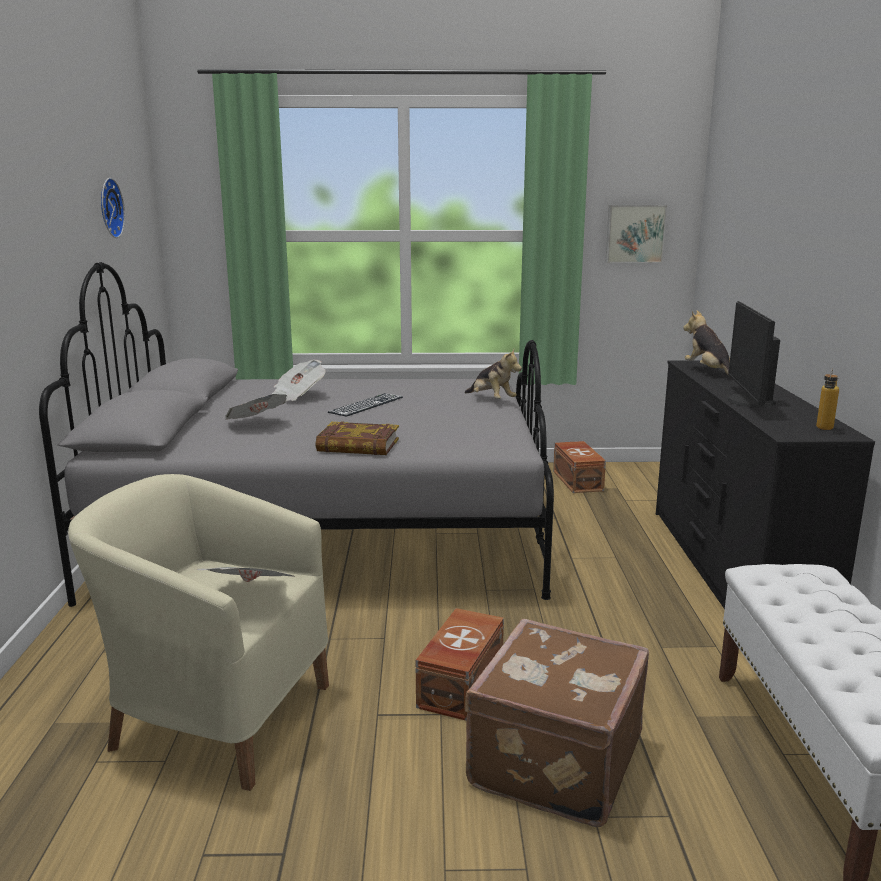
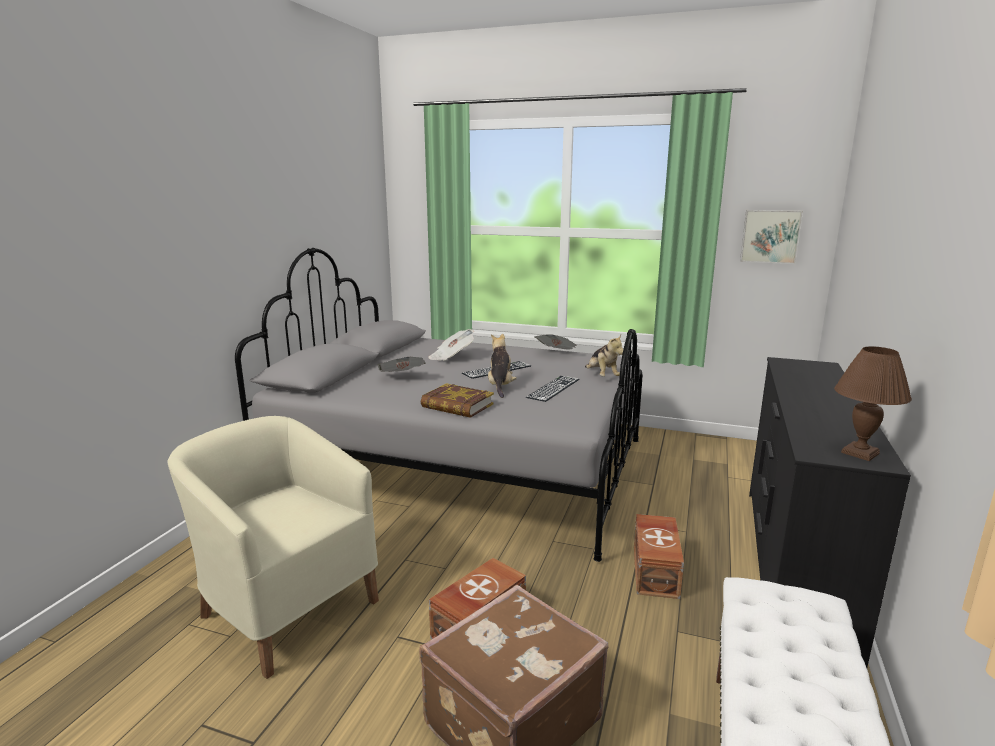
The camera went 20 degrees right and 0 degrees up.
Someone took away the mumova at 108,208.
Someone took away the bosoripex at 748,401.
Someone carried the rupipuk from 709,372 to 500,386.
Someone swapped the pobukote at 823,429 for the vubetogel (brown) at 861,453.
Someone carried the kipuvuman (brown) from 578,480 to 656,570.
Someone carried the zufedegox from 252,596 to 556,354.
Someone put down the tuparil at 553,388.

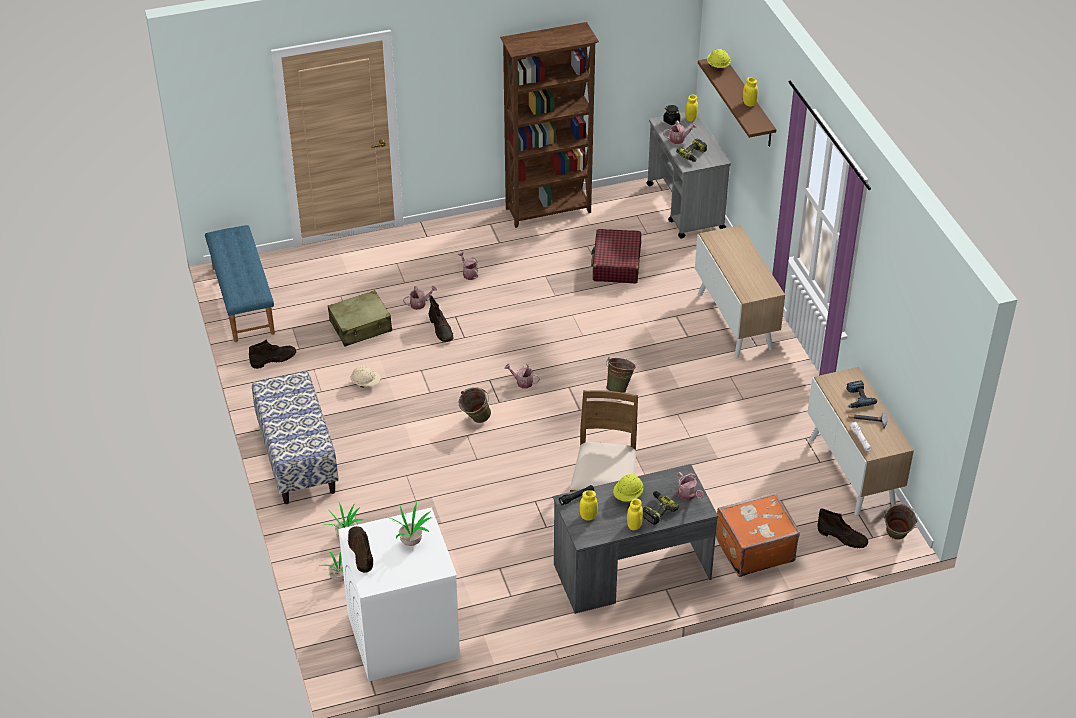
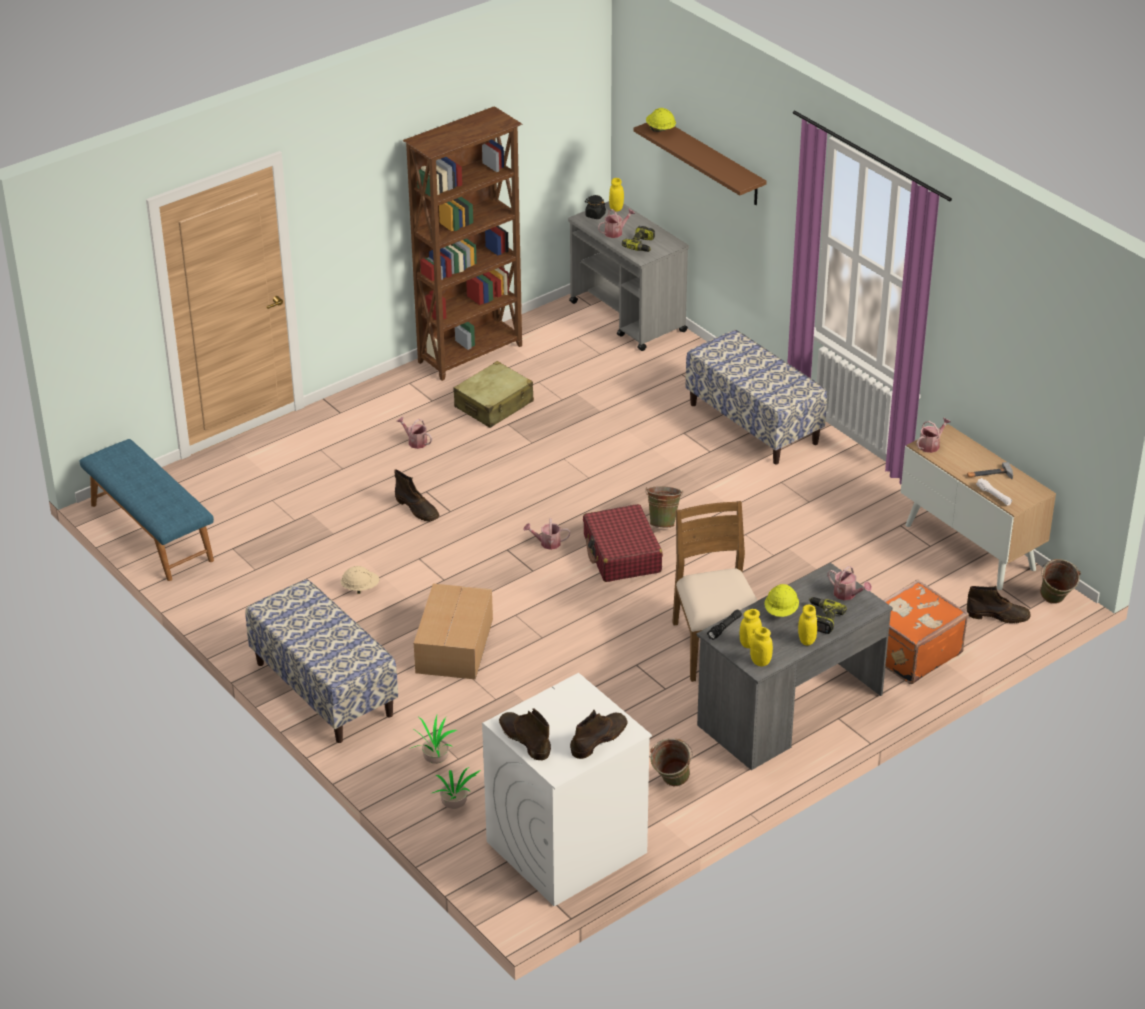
The camera went 20 degrees left and 5 degrees down.
Someone carried the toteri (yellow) from 749,103 to 760,662.
Someone swapped the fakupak at 735,321 for the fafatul at 754,423.
Someone carried the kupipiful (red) from 616,264 to 622,554.
Someone carried the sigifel from 420,304 to 931,445.
Someone carried the kupipiful (beige) from 361,326 to 494,405.
Someone carried the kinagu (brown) from 273,359 to 599,739.
Someone took away the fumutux at 857,398.
Someone carried the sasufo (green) from 475,420 to 670,784.
Someone took away the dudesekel at 411,541.
Someone put down the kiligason at 453,646.

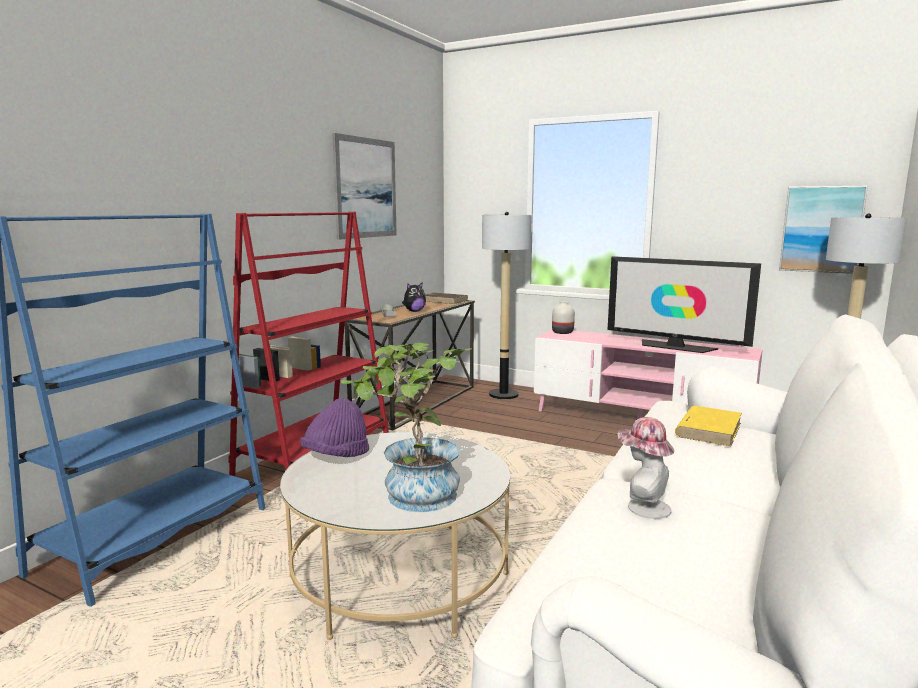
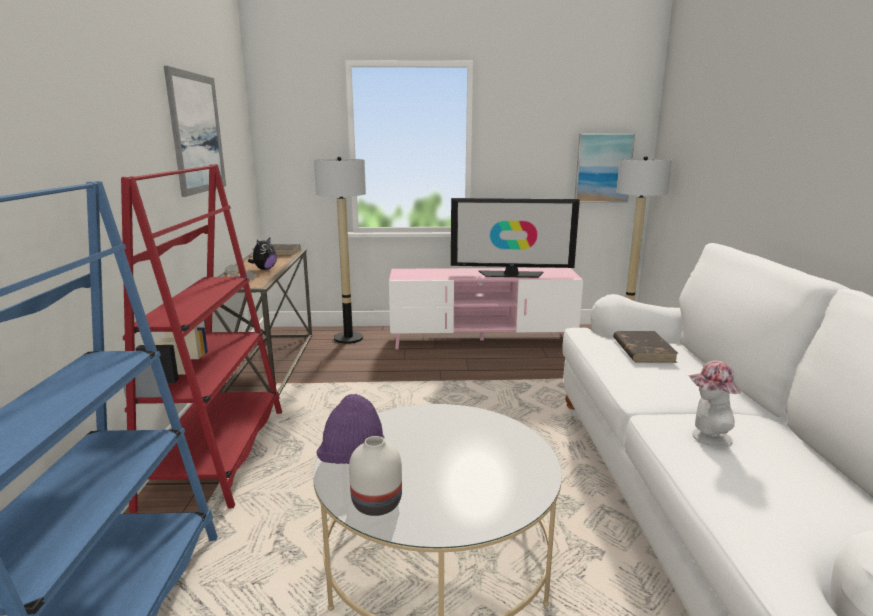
The camera went 30 degrees left and 5 degrees up.
Someone carried the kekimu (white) from 563,332 to 377,502.
Someone took away the dudesekel at 412,498.
Someone repainted the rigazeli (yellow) at 708,429, which became the rigazeli (brown) at 643,350.

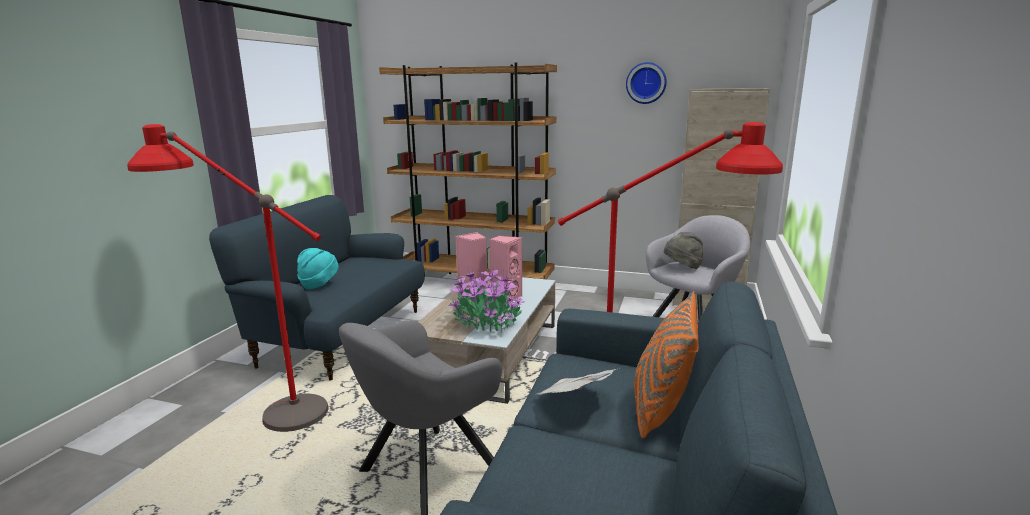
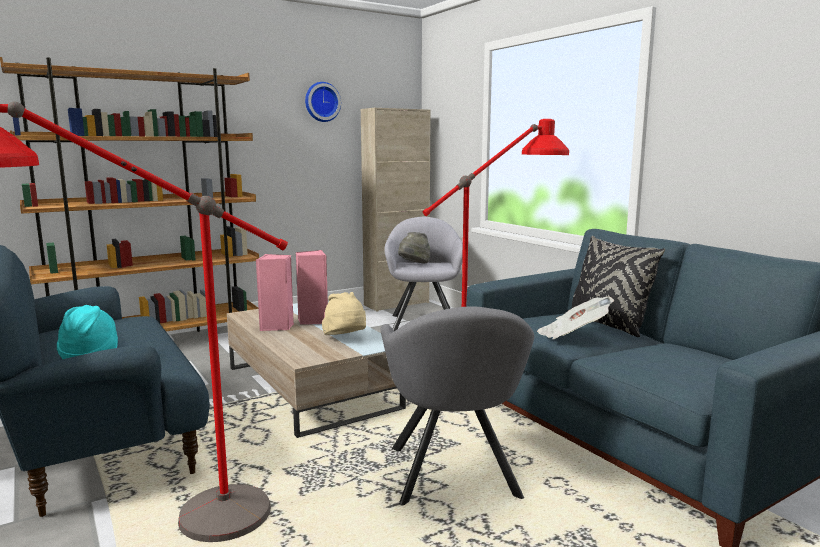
The camera went 50 degrees left and 5 degrees down.
Someone swapped the dudesekel at 486,322 for the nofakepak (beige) at 346,338.
Someone repainted the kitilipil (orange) at 661,409, which became the kitilipil (black) at 608,325.

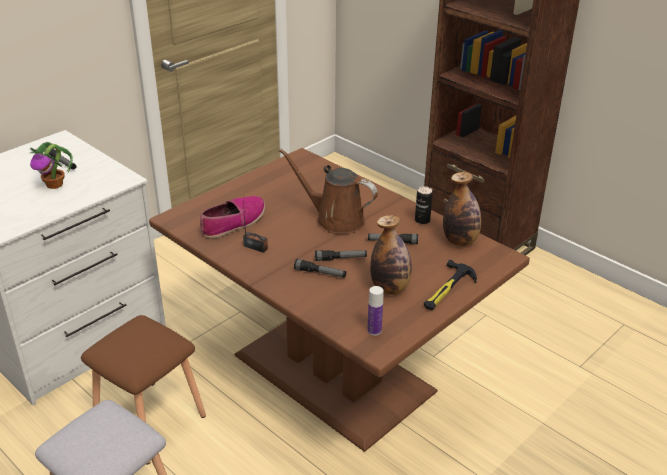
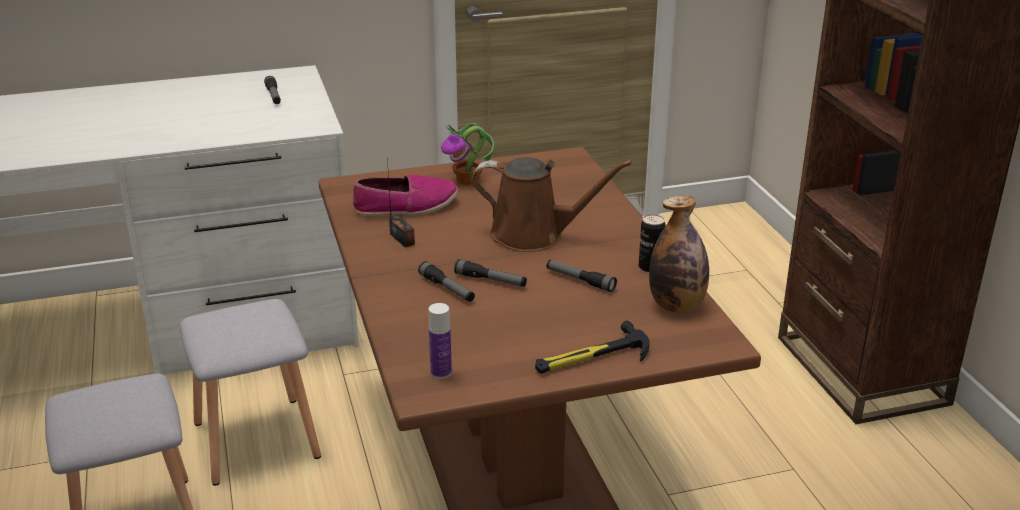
The camera went 30 degrees right and 5 degrees down.
Someone carried the dudesekel from 55,184 to 468,180.
Someone rotated the sigifel (brown) at 335,219 by 135 degrees clockwise.
Someone took away the pobukote at 390,288.
Someone repainted the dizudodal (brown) at 148,420, which became the dizudodal (grey) at 254,439.

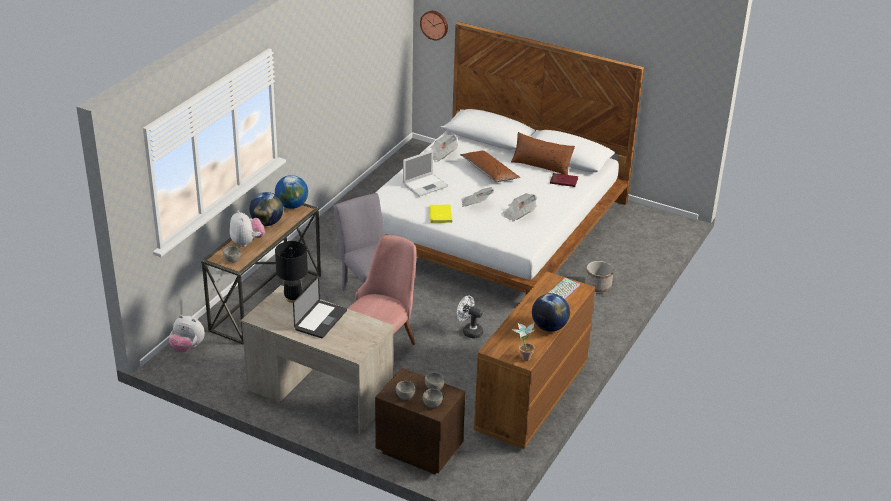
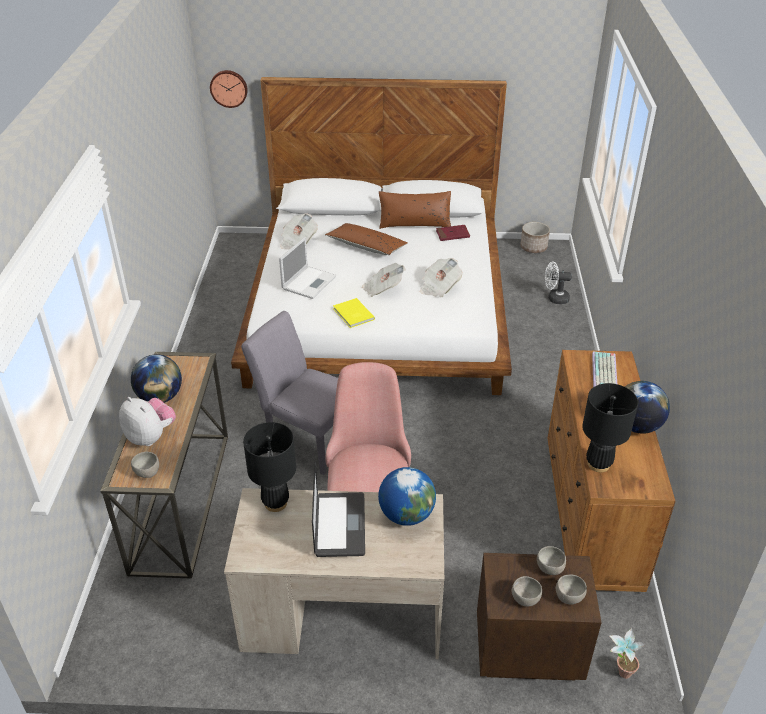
The camera went 25 degrees left and 5 degrees up.
Someone carried the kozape from 292,206 to 406,515.
Someone carried the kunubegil from 598,286 to 533,247.
Someone carried the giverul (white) from 469,331 to 554,298.
Someone took away the rupipuk at 187,347.
Someone carried the dudesekel from 523,356 to 619,672.
Someone put down the vubetogel (black) at 598,464.

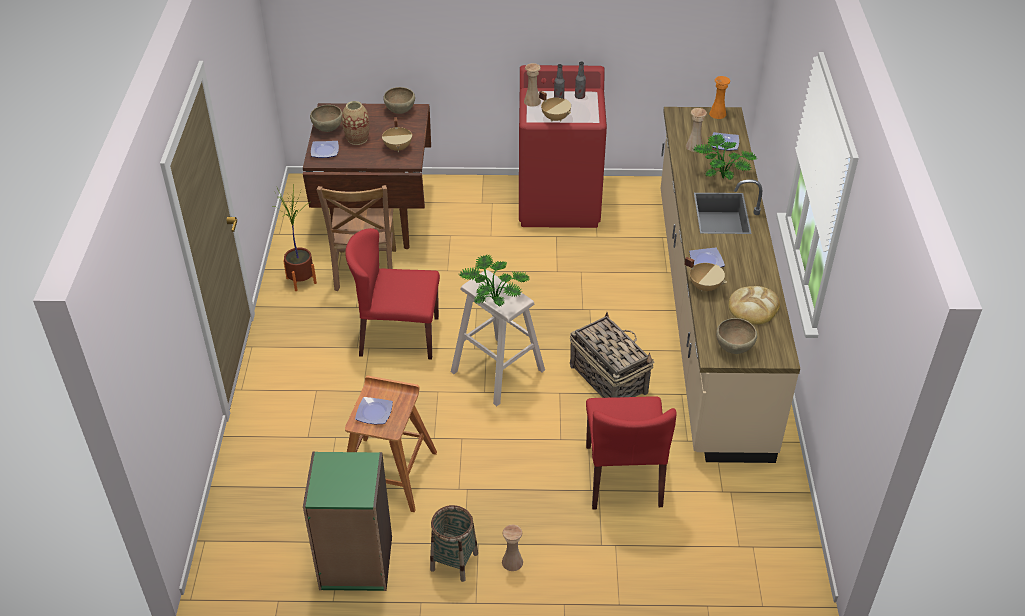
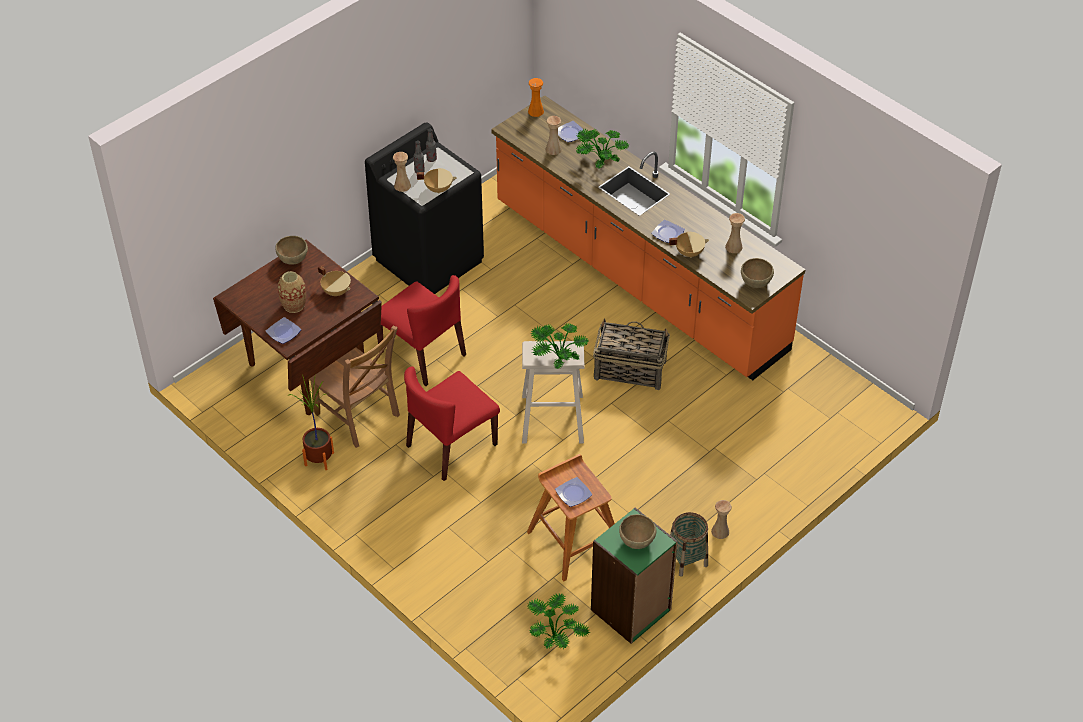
The camera went 45 degrees left and 5 degrees up.
Someone repainted the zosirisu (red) at 559,203, which became the zosirisu (black) at 429,260.
Someone carried the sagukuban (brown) from 328,129 to 636,541.
Someone repainted the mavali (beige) at 708,316, which became the mavali (orange) at 638,277.
Someone swapped the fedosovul at 753,307 for the kekimu (beige) at 733,247.
Someone carried the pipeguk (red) from 623,476 to 423,353.
Someone put down the dudesekel at 555,635.

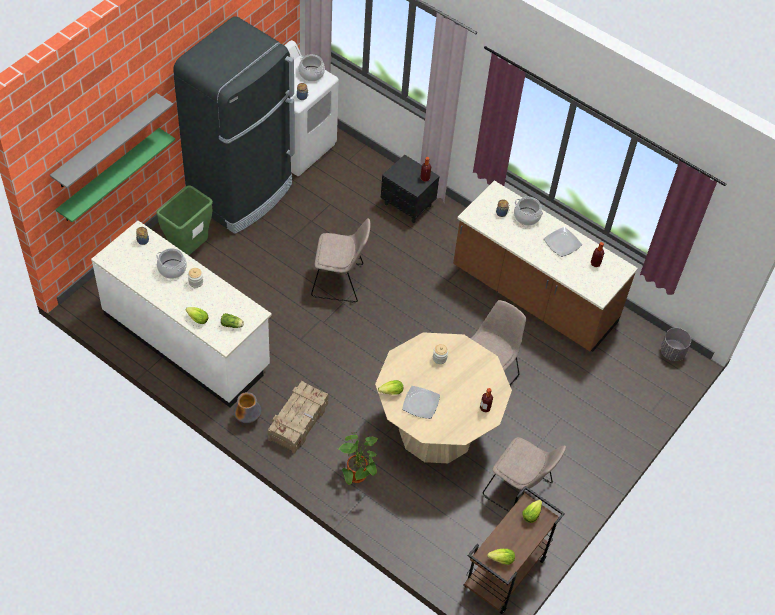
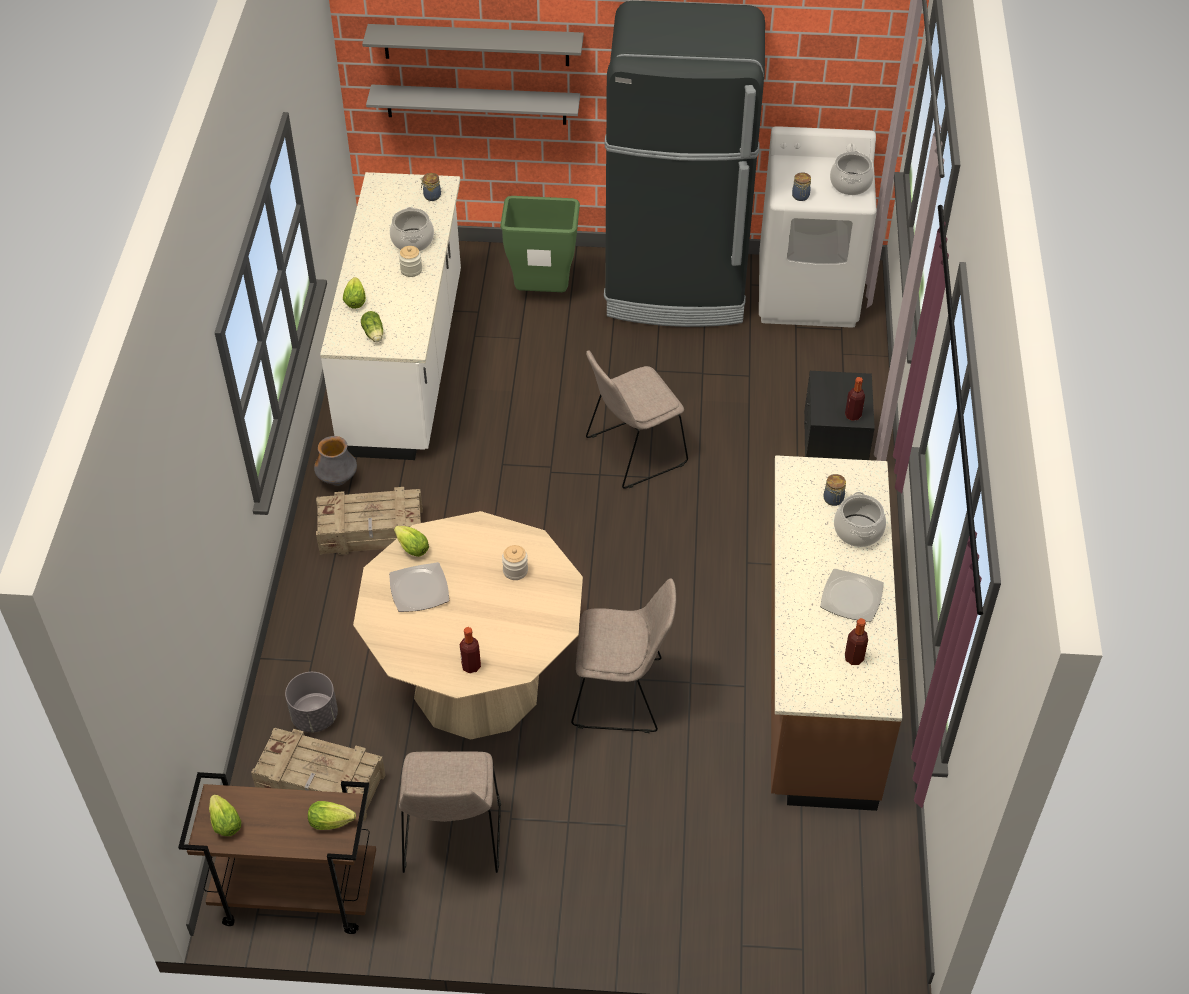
The camera went 60 degrees right and 5 degrees down.
Someone repainted the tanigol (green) at 110,176, which became the tanigol (grey) at 476,104.
Someone rotated the pipeguk (beige) at 340,281 by 90 degrees clockwise.
Someone carried the kunubegil (grey) from 672,352 to 314,716.
Someone took away the dudesekel at 358,476.
Someone put down the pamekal at 321,784.

